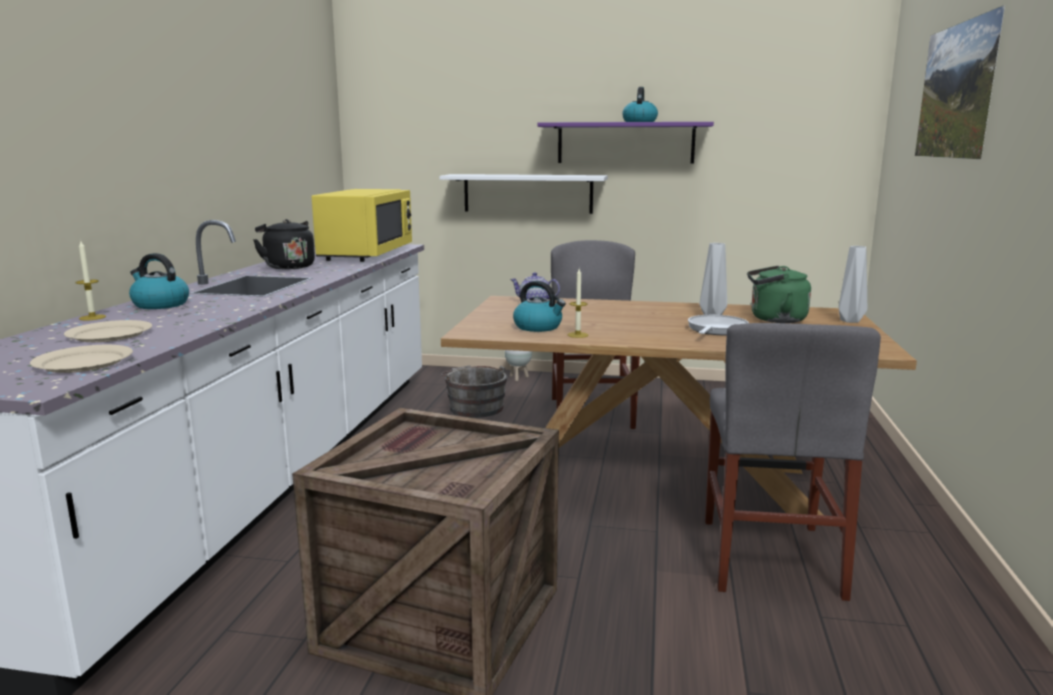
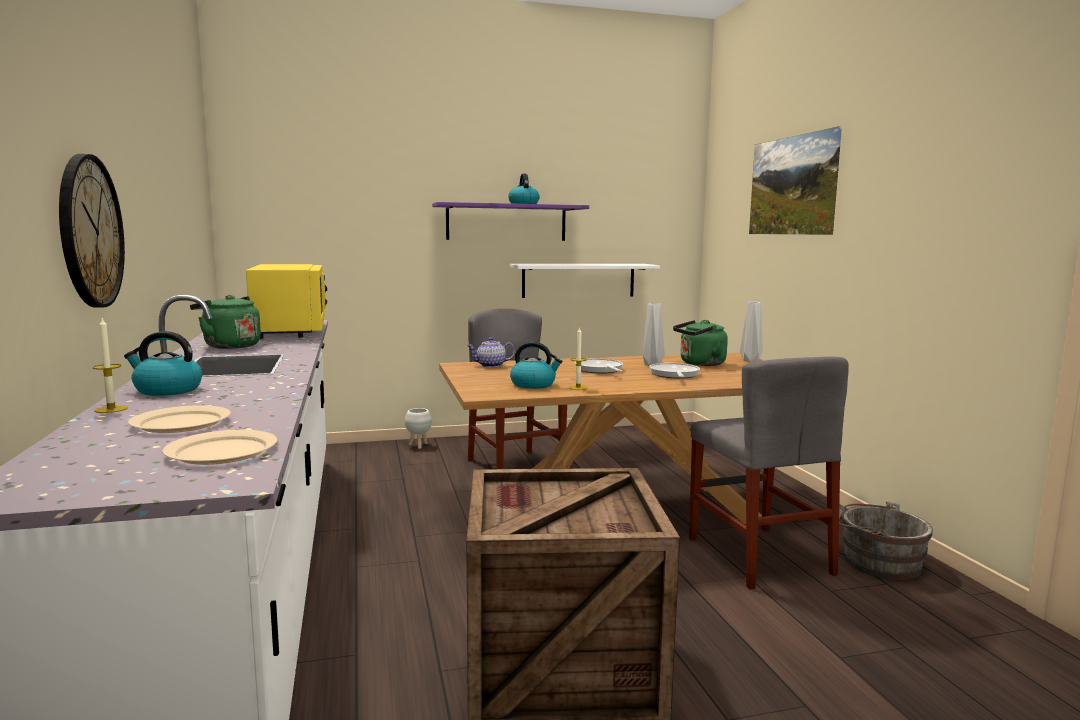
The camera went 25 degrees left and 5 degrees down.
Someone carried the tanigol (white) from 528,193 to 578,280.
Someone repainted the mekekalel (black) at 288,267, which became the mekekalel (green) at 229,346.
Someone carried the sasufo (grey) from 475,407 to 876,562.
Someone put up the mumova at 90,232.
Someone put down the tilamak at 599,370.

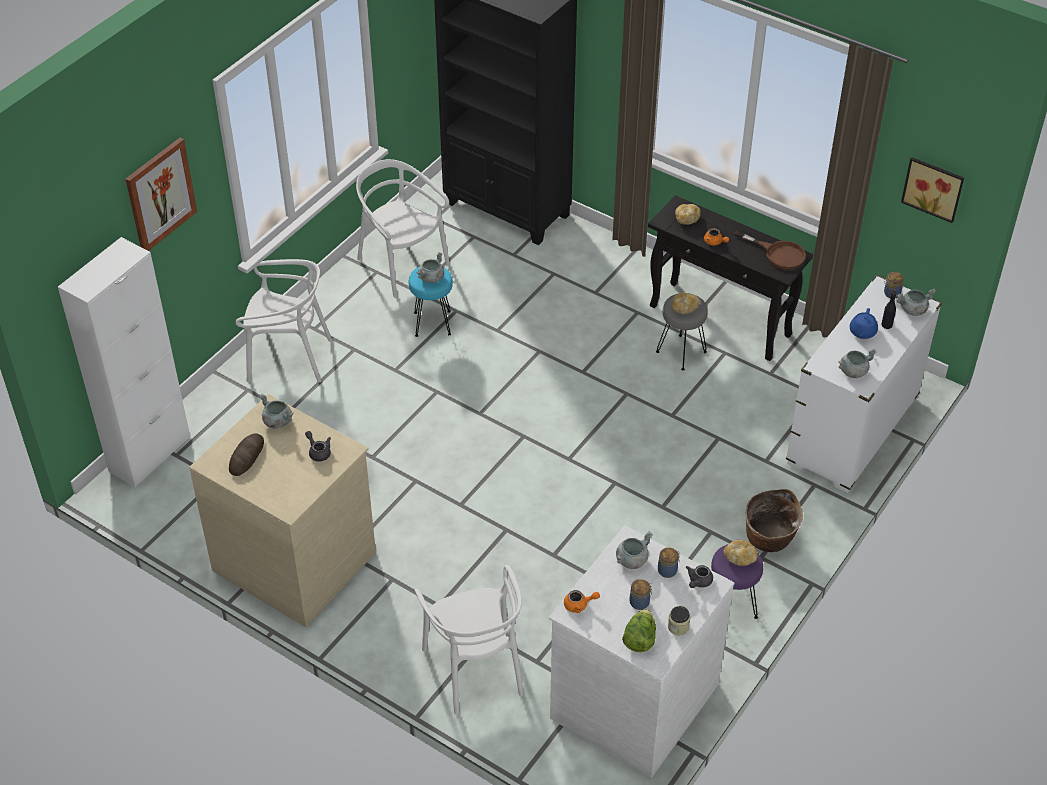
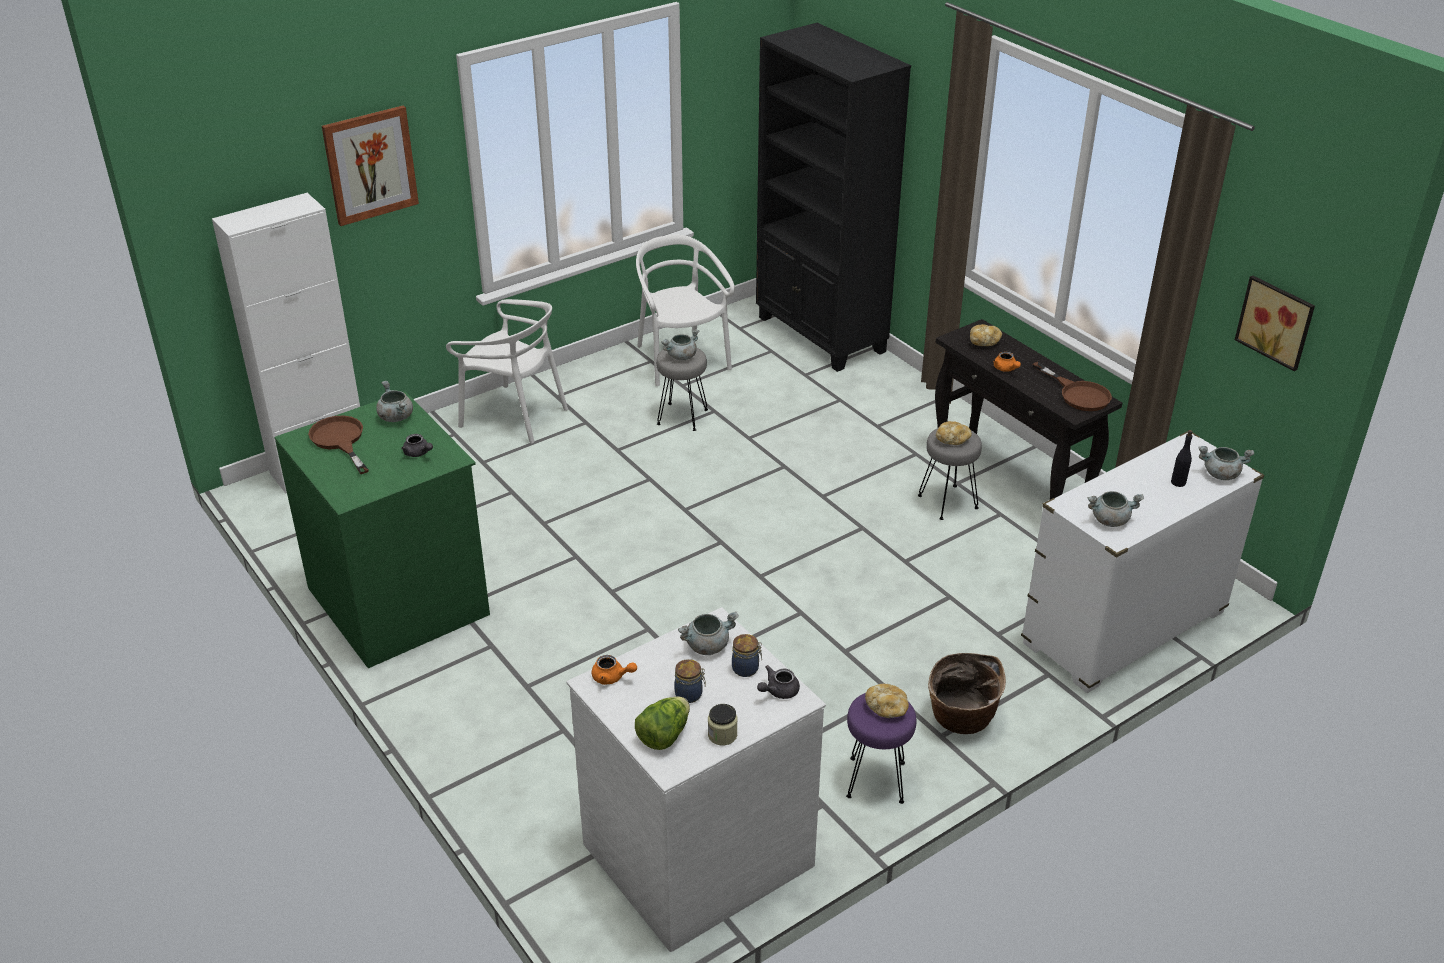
The camera went 20 degrees right and 10 degrees down.
Someone repainted the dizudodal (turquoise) at 432,323, which became the dizudodal (grey) at 682,416.
Someone took away the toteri at 891,293.
Someone took away the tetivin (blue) at 862,332.
Someone repainted the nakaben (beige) at 296,560, which became the nakaben (green) at 401,600.
Someone rotated the tetivin (grey) at 318,452 by 150 degrees clockwise.
Someone swapped the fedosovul at 246,456 for the tilamak (brown) at 340,441.
Someone took away the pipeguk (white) at 475,669.

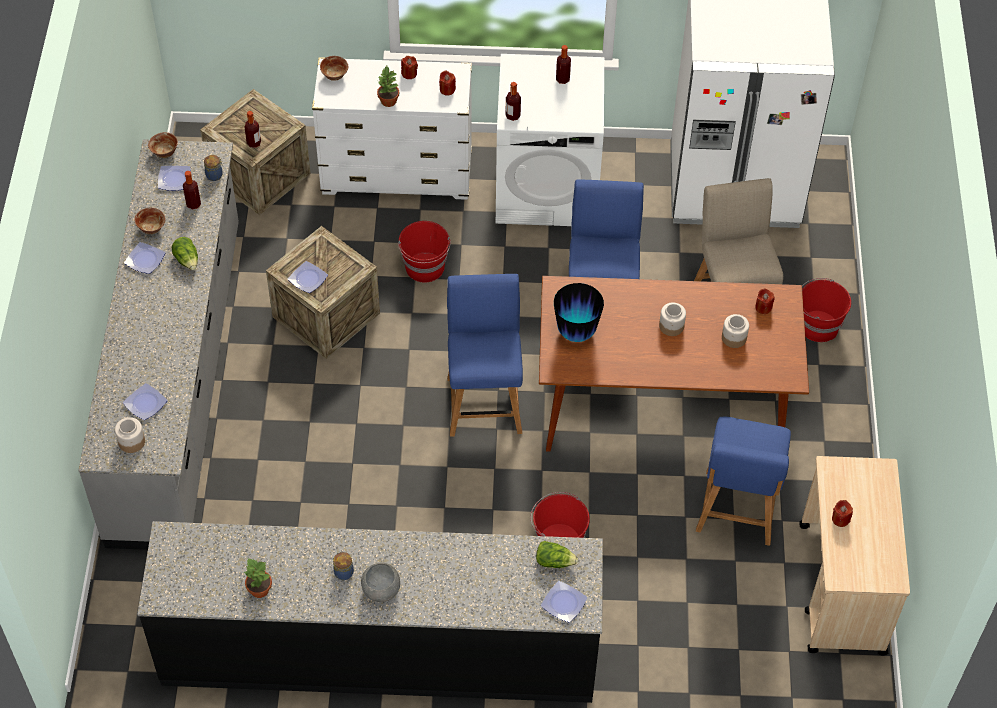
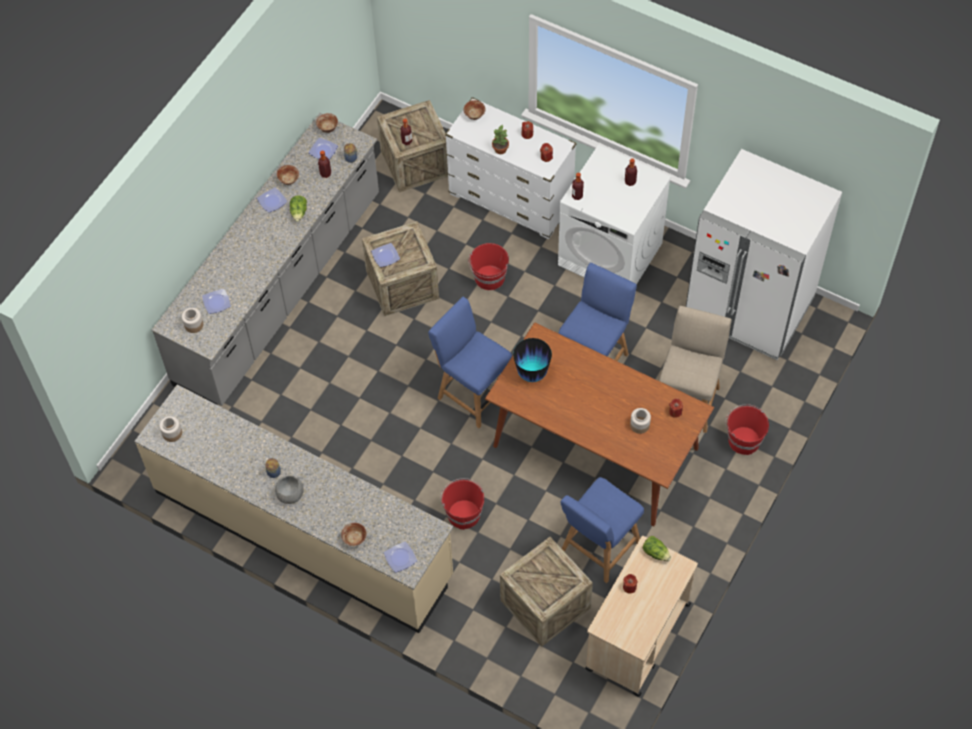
The camera went 30 degrees right and 5 degrees up.
Someone rotated the pipeguk (blue) at 484,401 by 75 degrees counterclockwise.
Someone carried the toteri from 671,326 to 172,433.
Someone repainted the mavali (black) at 379,650, which became the mavali (beige) at 303,533.
Someone carried the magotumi from 554,561 to 656,552.
Someone took away the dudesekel at 259,589.
Someone put down the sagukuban at 355,539.
Someone put down the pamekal at 545,604.

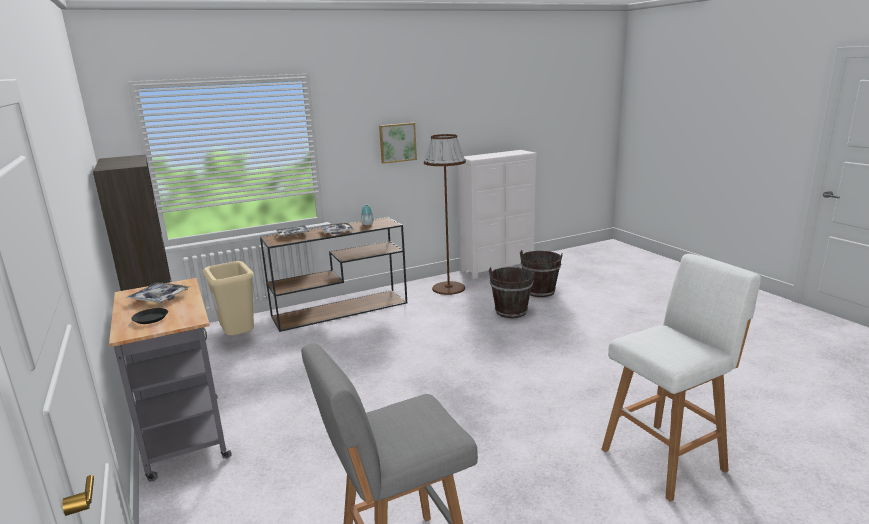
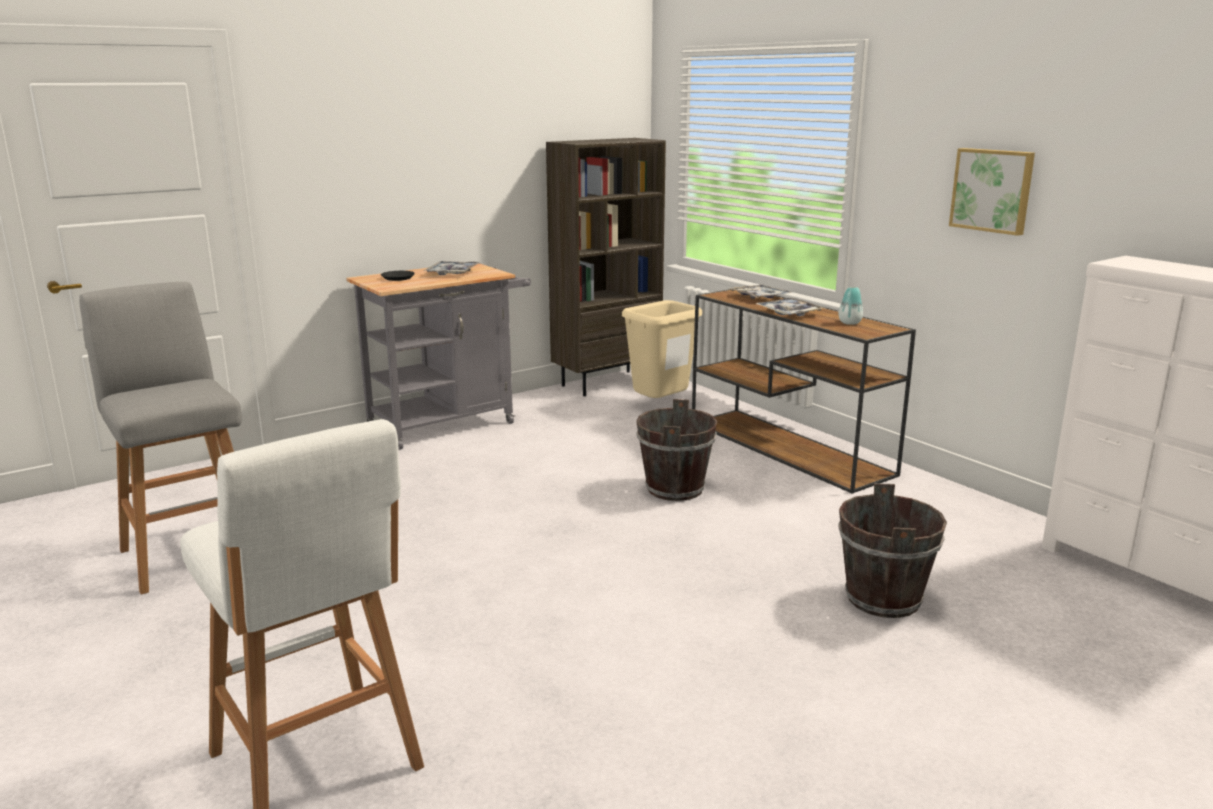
The camera went 80 degrees right and 0 degrees up.
Someone took away the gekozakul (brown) at 448,288.
Someone carried the sasufo (brown) from 540,291 to 675,489.

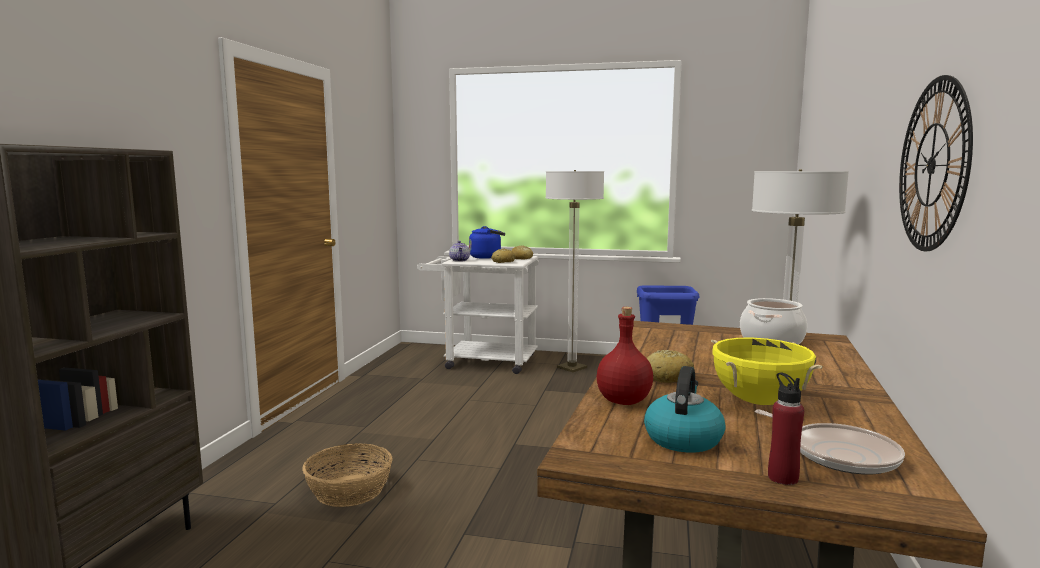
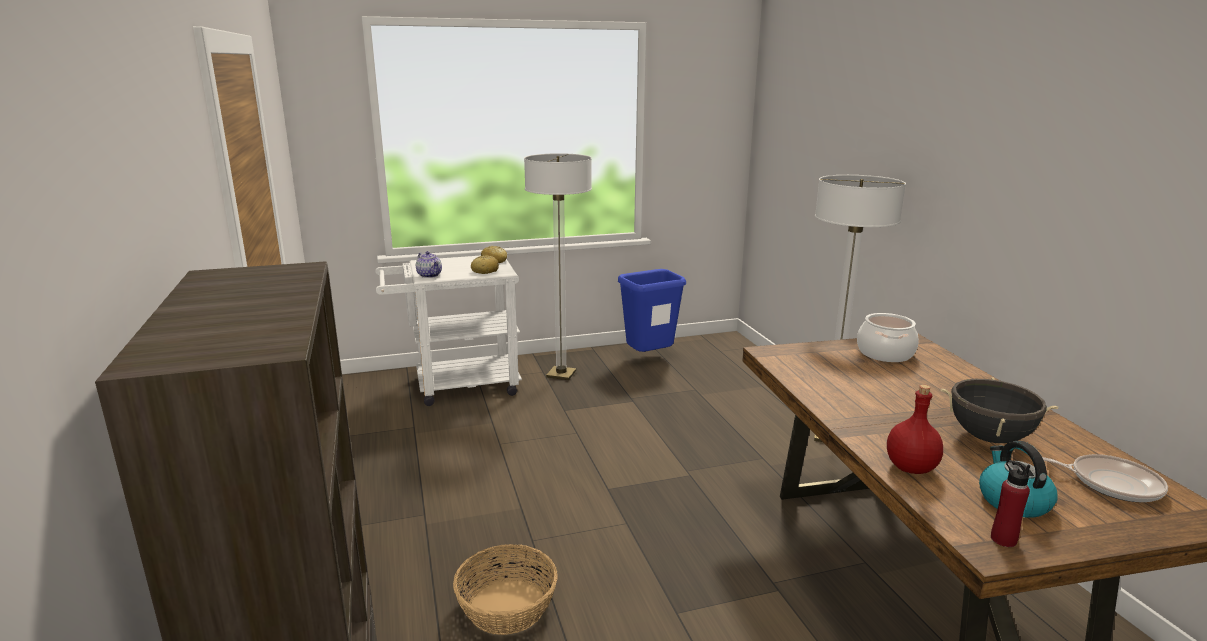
The camera went 30 degrees left and 10 degrees up.
Someone took away the mumova at 932,165.
Someone took away the mekekalel (blue) at 487,257.
Someone repainted the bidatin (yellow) at 759,402, which became the bidatin (black) at 989,437.
Someone took away the fedosovul at 667,377.
Someone carried the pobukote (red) from 782,478 to 1003,539.

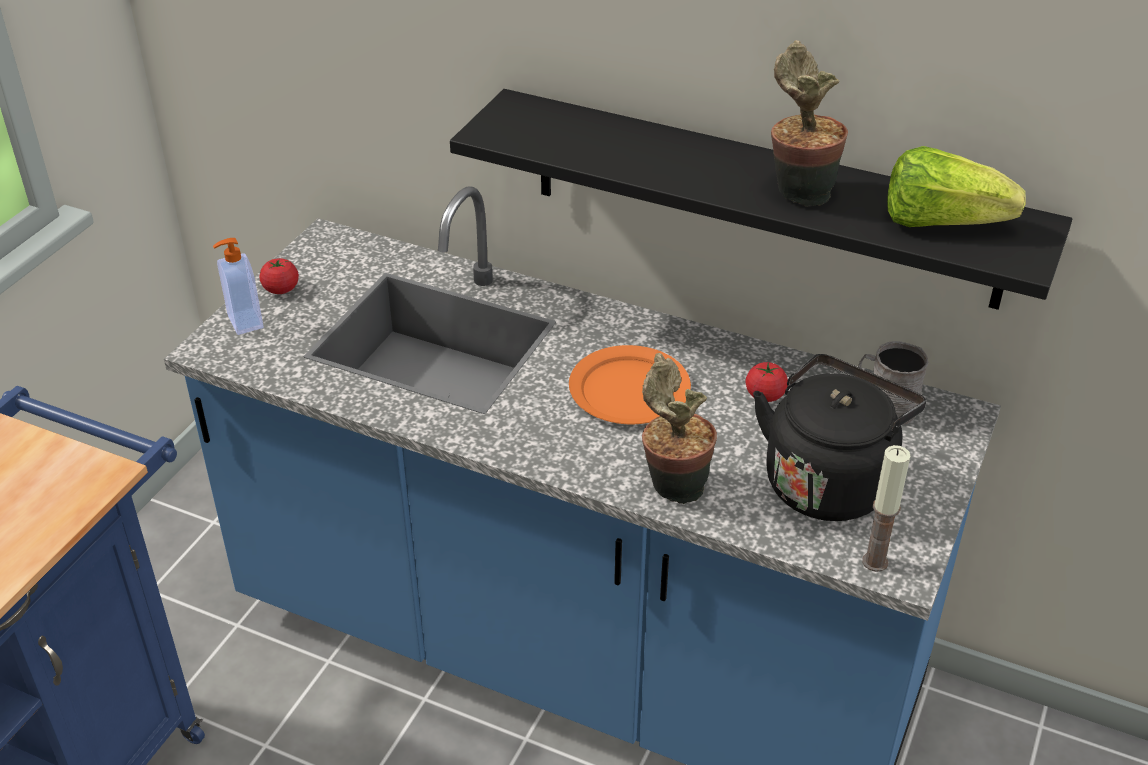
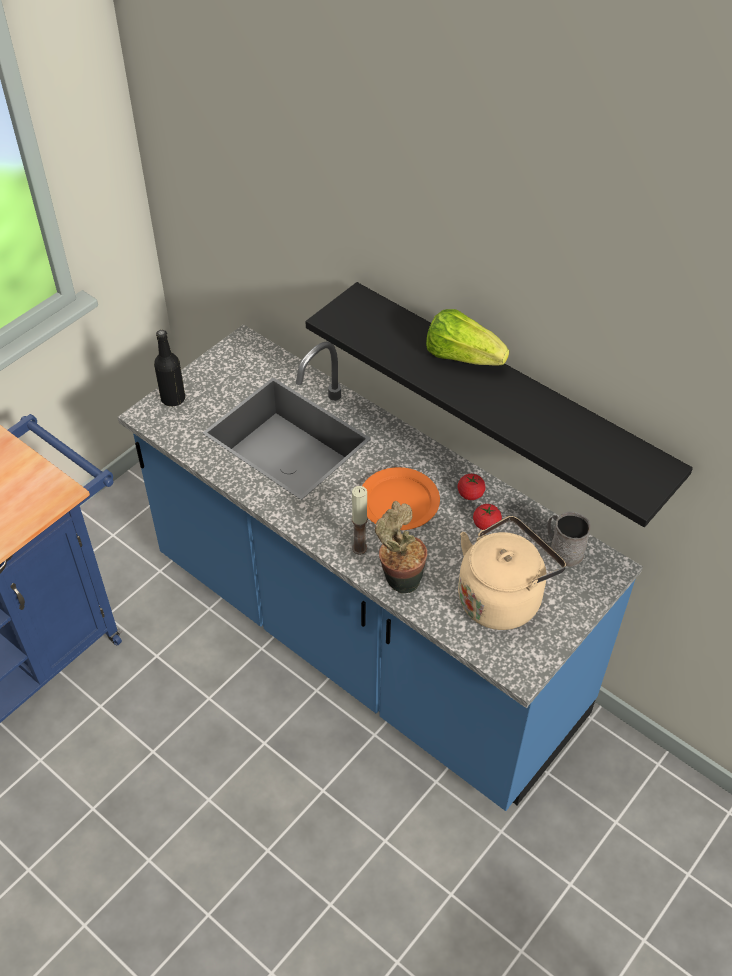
The camera went 15 degrees right and 10 degrees up.
Someone took away the dudesekel at 798,193.
Someone carried the magotumi from 940,222 to 462,356.
Someone swapped the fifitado at 244,322 for the pobukote (black) at 173,399.
Someone carried the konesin from 281,289 to 470,494.
Someone repainted the mekekalel (black) at 829,480, which became the mekekalel (beige) at 502,597.
Someone carried the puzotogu from 875,562 to 359,548.

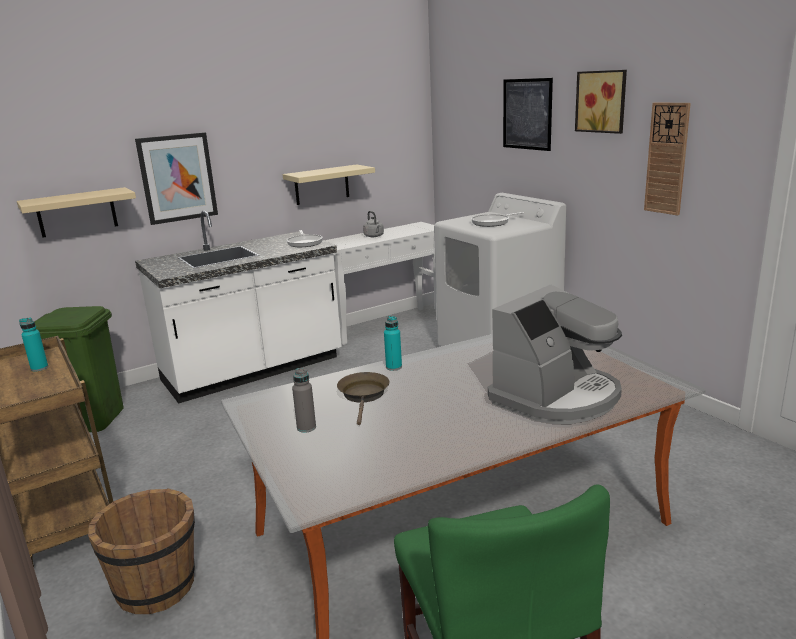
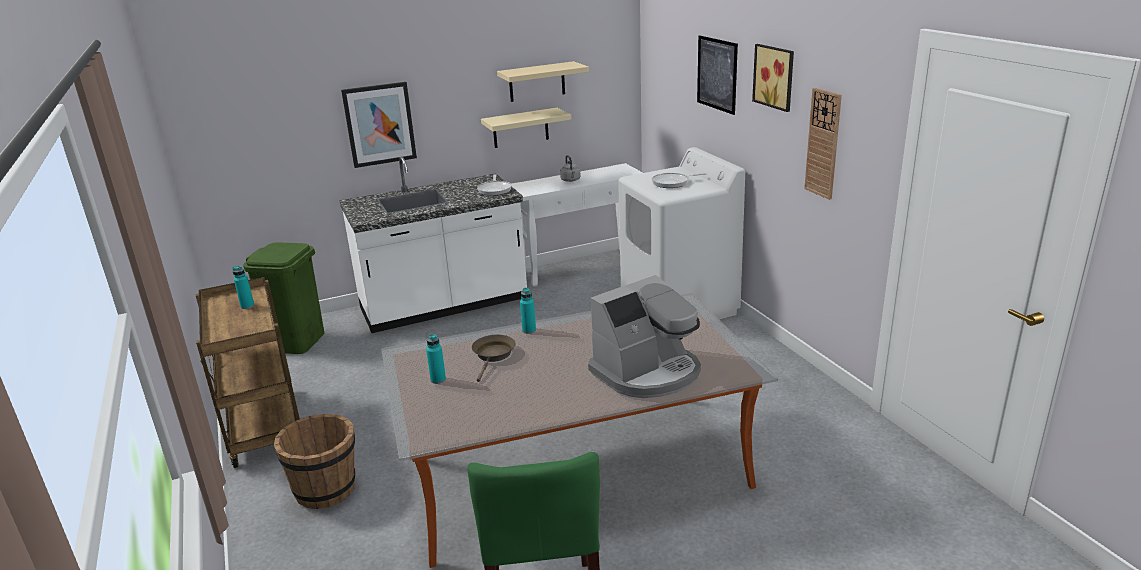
The camera went 10 degrees right and 5 degrees up.
Someone carried the tanigol (beige) from 77,212 to 537,82.
Someone repainted the pobukote (grey) at 306,427, which became the pobukote (turquoise) at 438,380.

